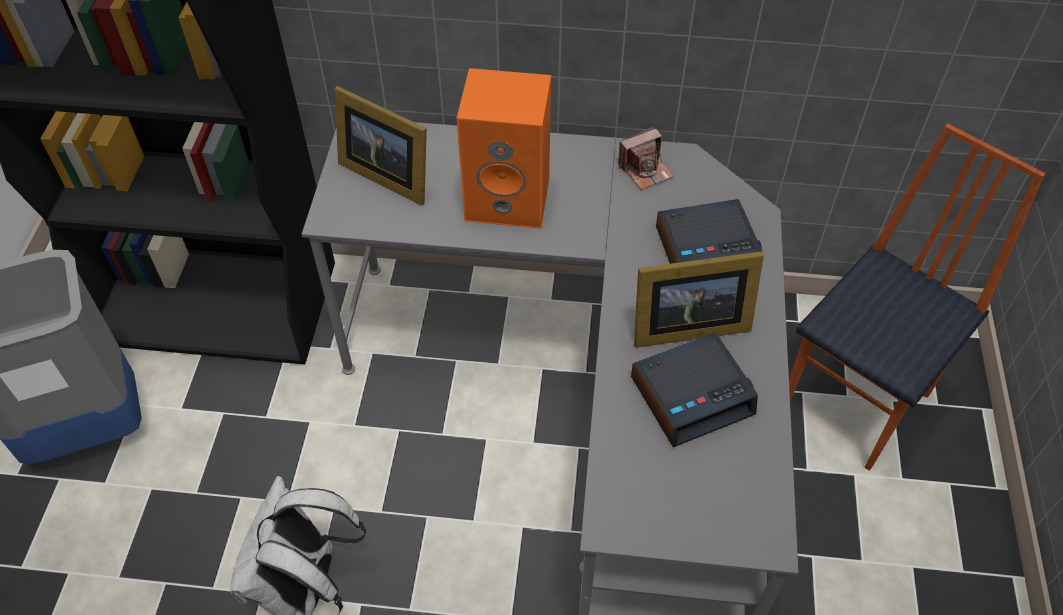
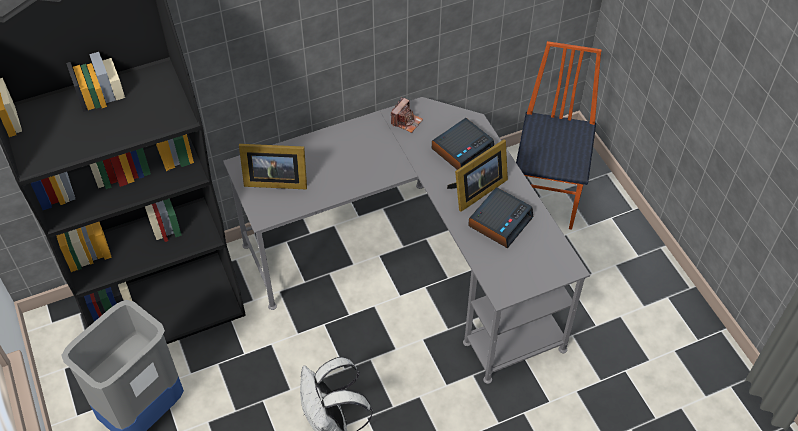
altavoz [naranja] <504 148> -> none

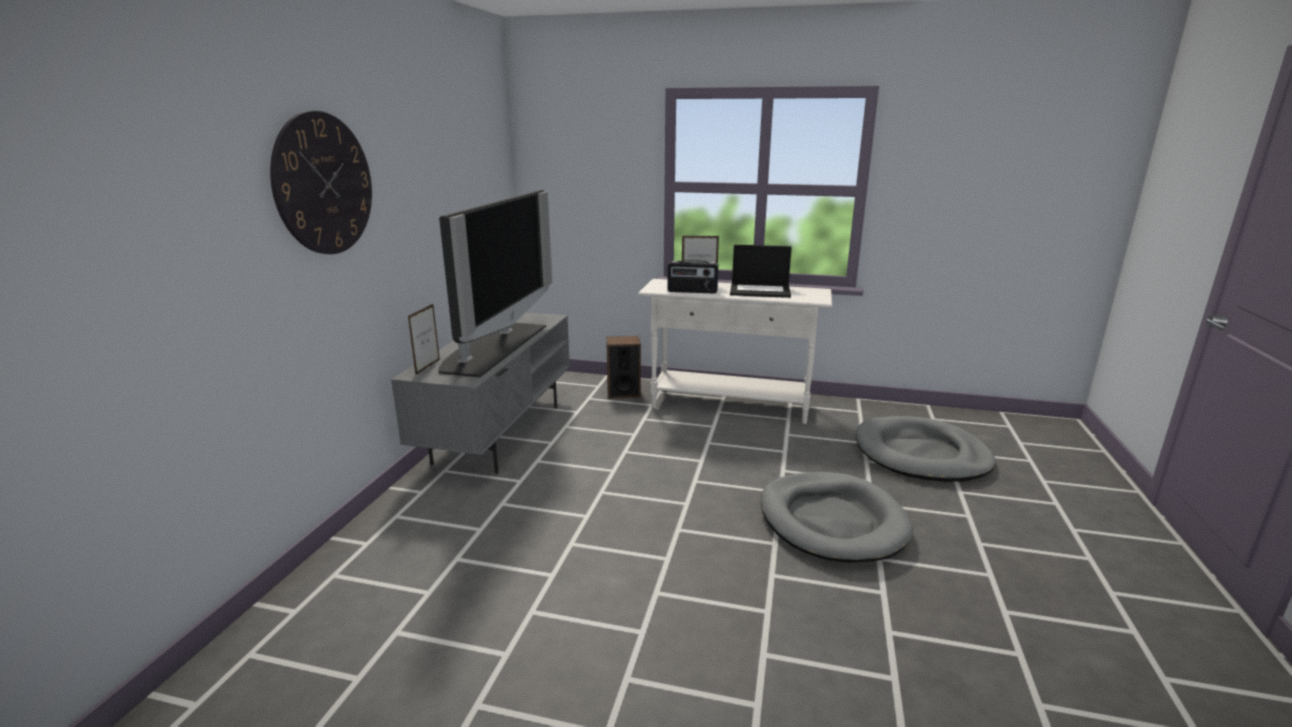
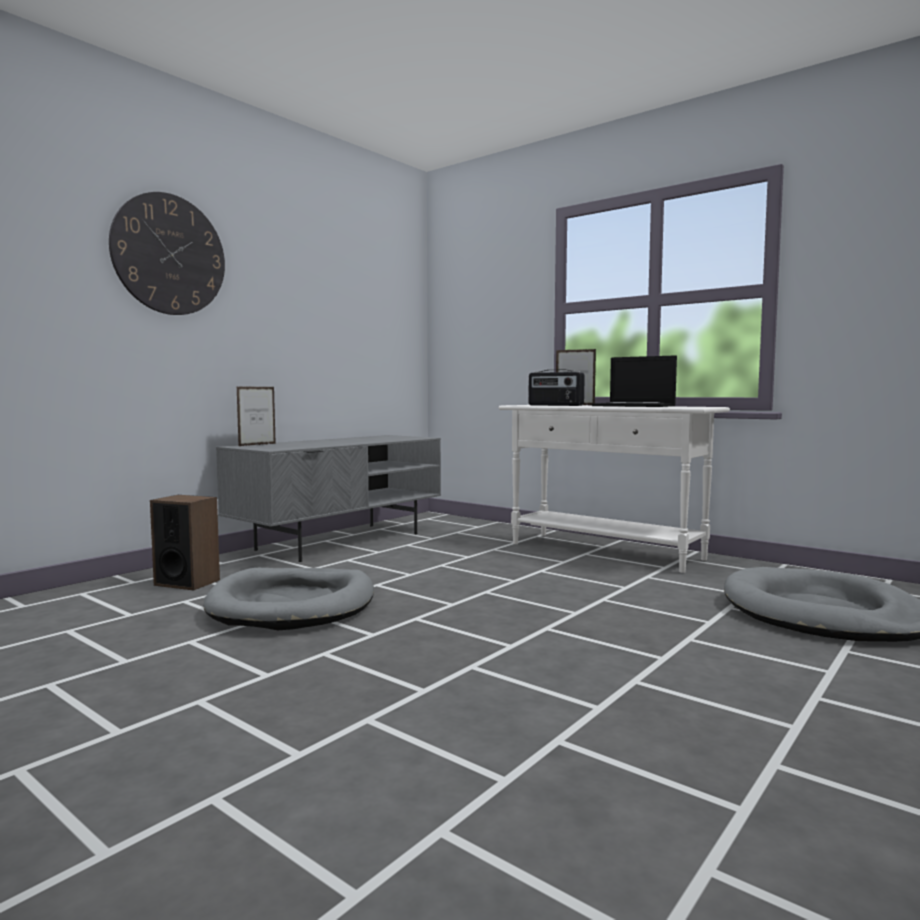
altavoz <623 367> -> altavoz <185 542>, relocated
cama para perro [gris] <837 517> -> cama para perro [gris] <289 599>, relocated
televisor <495 283> -> none

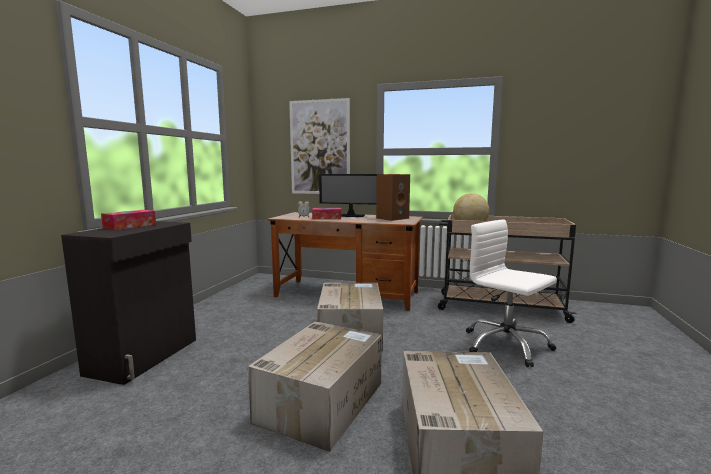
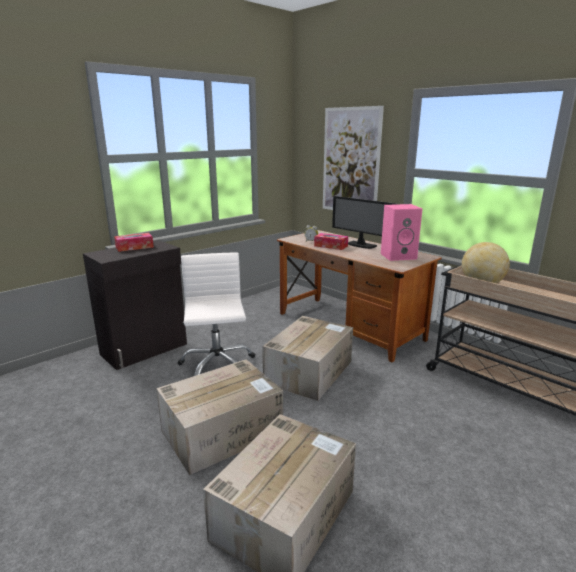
silla de oficina [blanco] <511 293> -> silla de oficina [blanco] <216 314>, relocated
altavoz [marrón] <393 197> -> altavoz [rosa] <402 232>

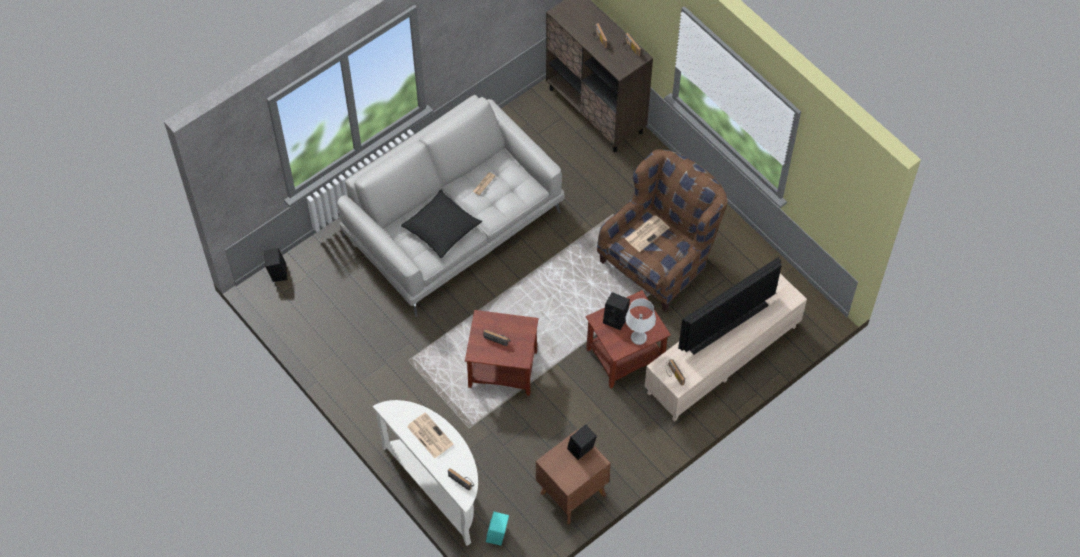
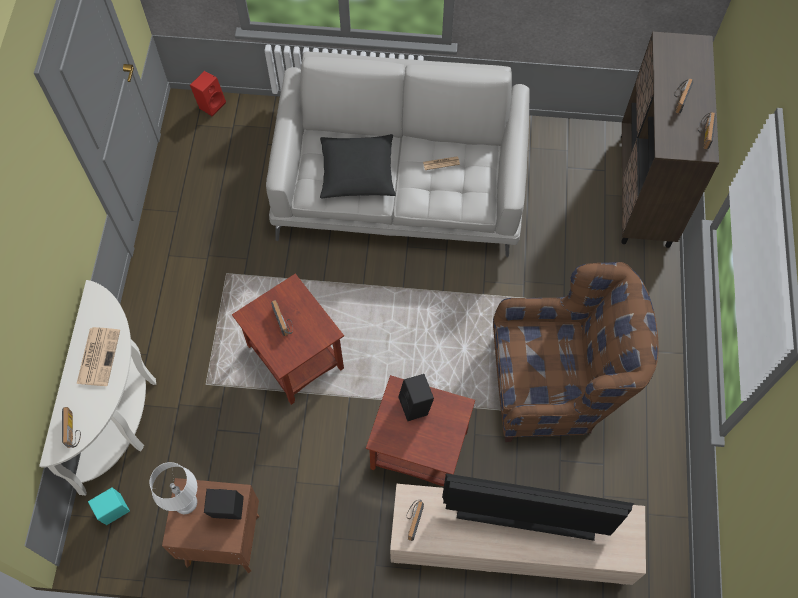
lámpara de mesa [blanco] <640 321> -> lámpara de mesa [blanco] <173 488>, relocated
altavoz [negro] <275 265> -> altavoz [rojo] <208 94>
periódico <647 233> -> none

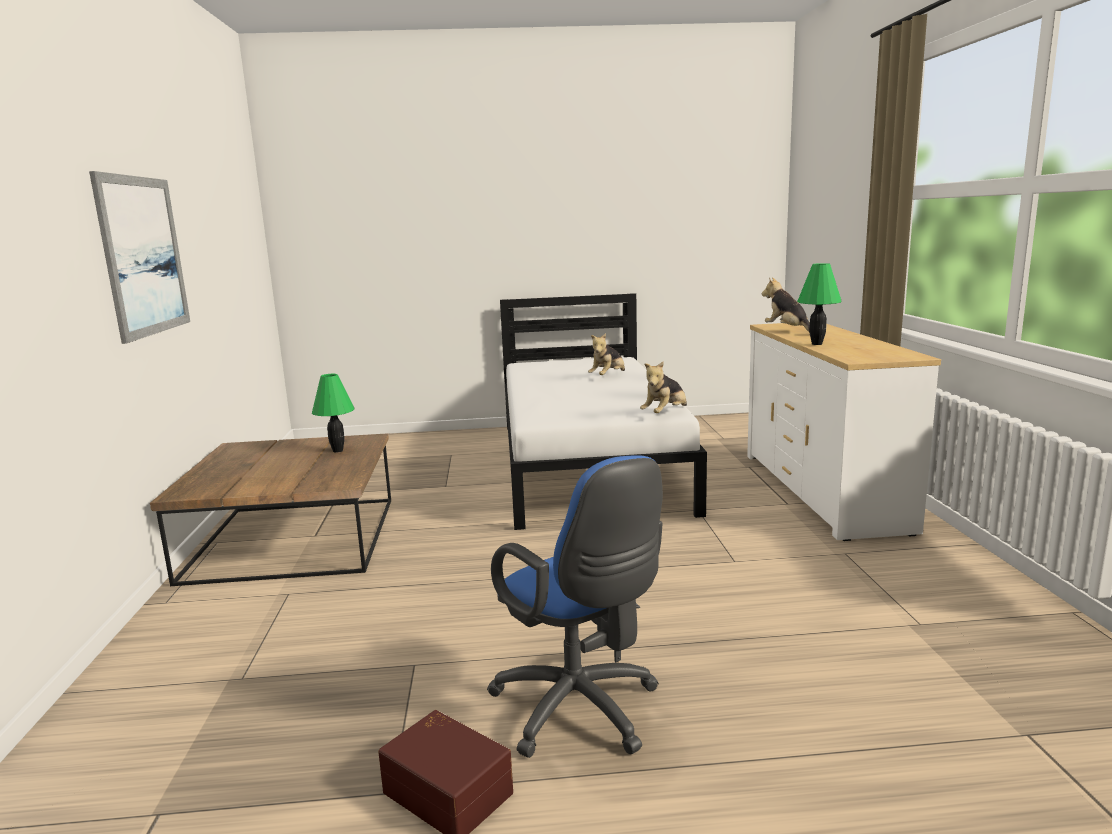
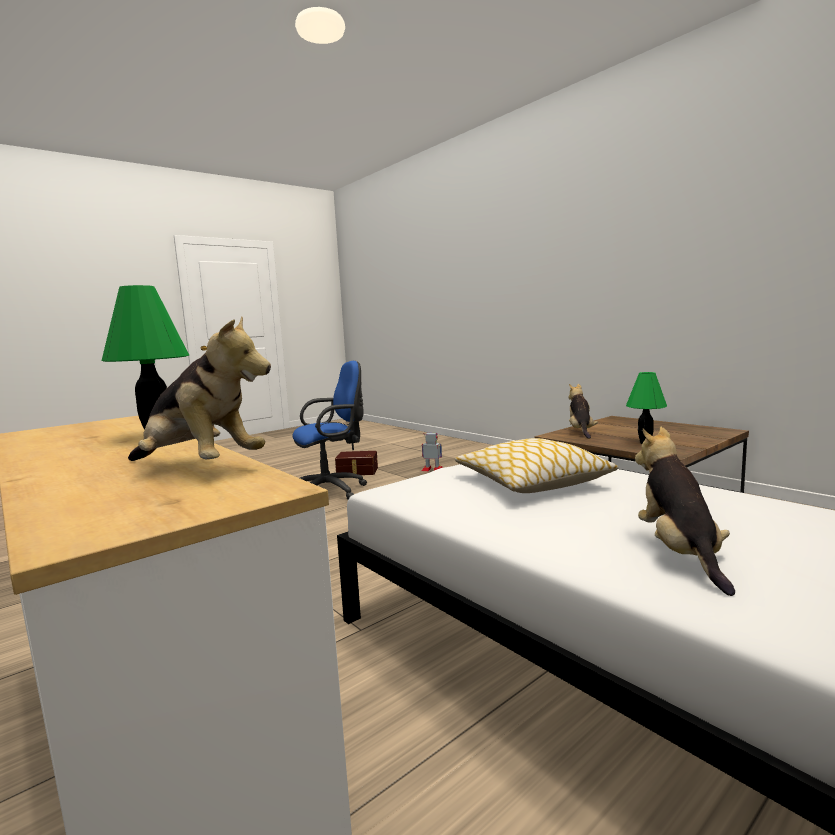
silla de oficina [azul] <575 606> -> silla de oficina [azul] <329 430>, 135 degrees clockwise
none -> robot de juguete <432 452>
none -> cojín <536 465>
peluche <663 387> -> peluche <583 411>, relocated
cuadro <139 257> -> none

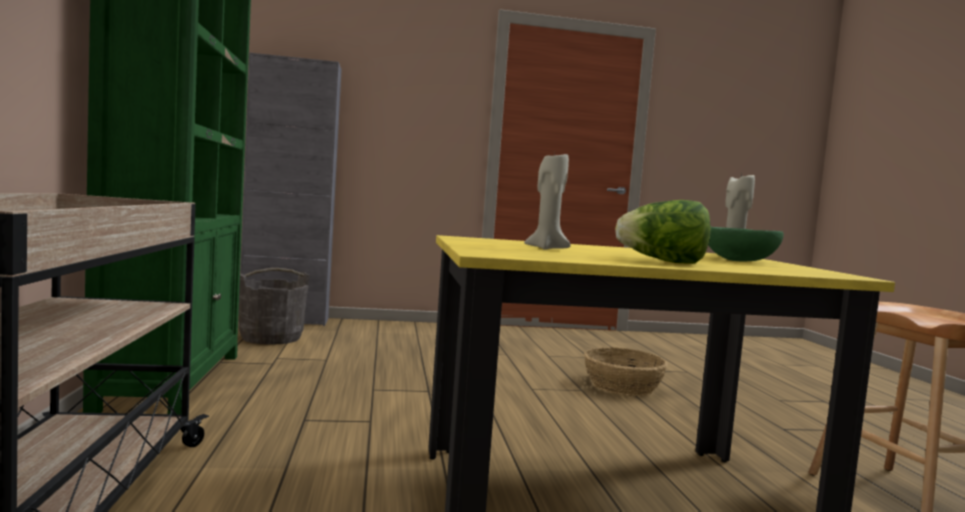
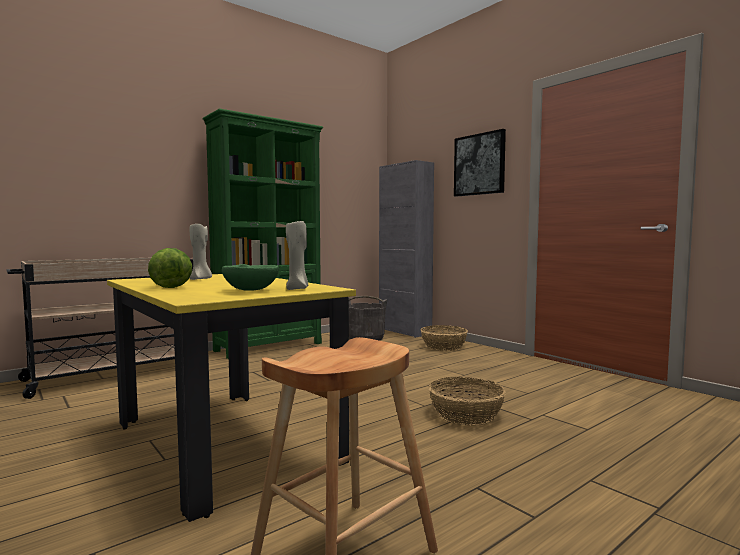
none -> cesta <444 338>
none -> cuadro <480 163>

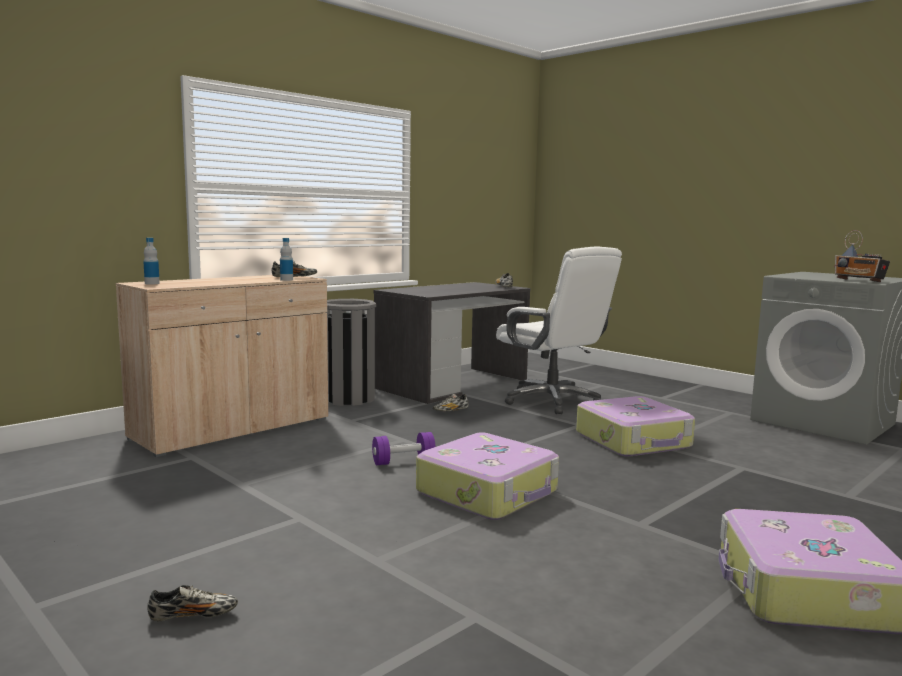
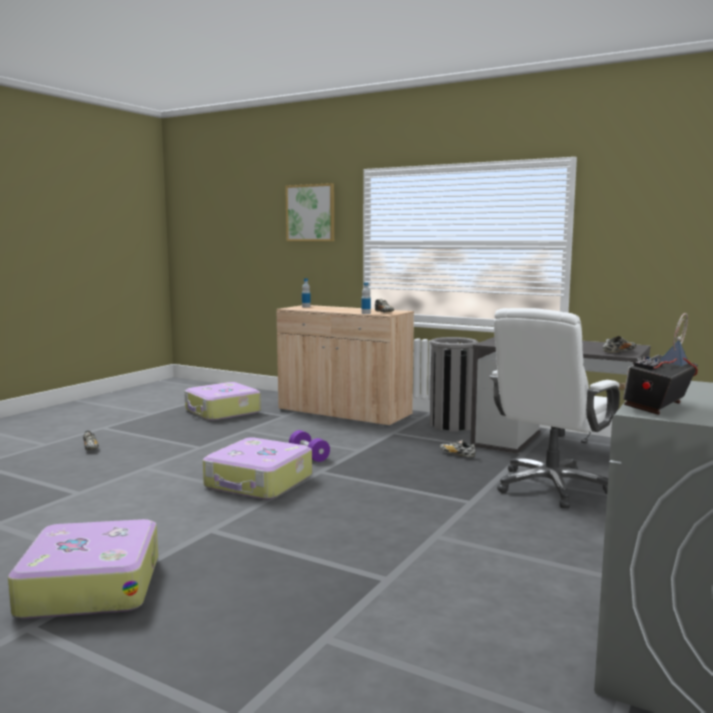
maleta <635 426> -> maleta <222 401>, relocated
none -> cuadro <309 212>

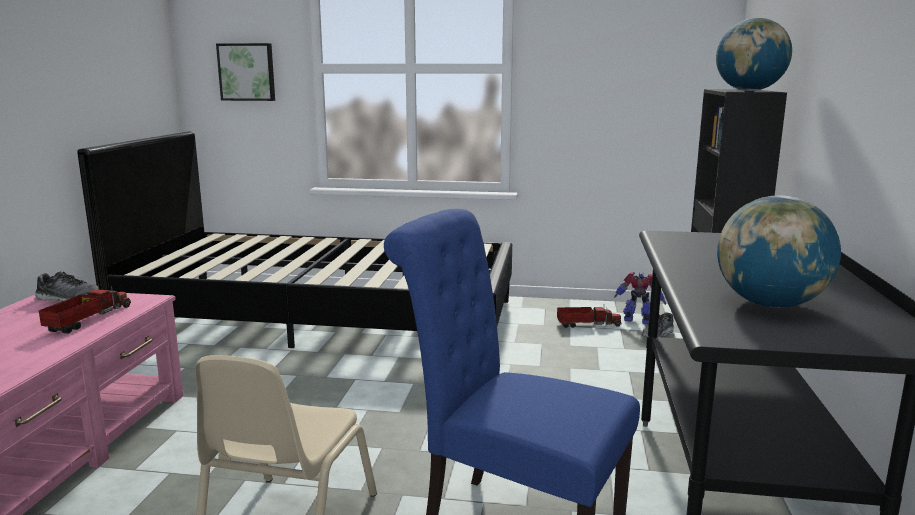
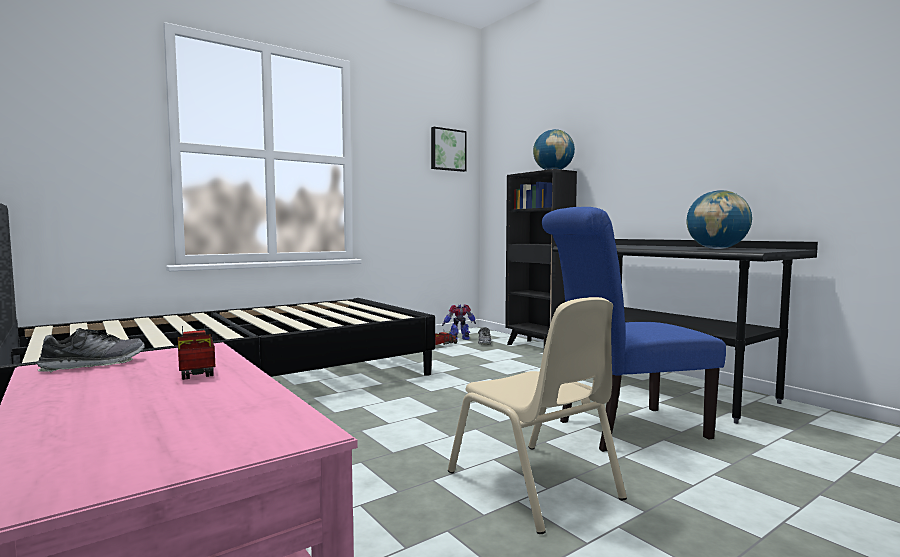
cuadro <245 72> -> cuadro <449 149>, relocated

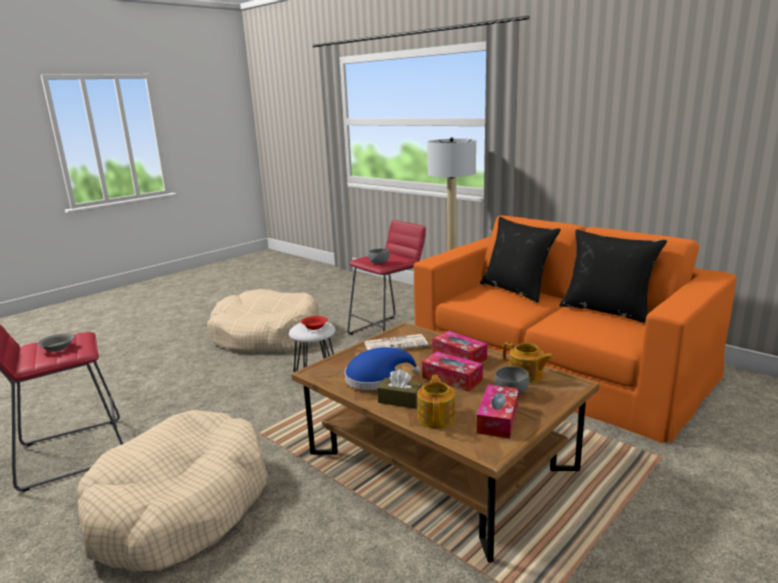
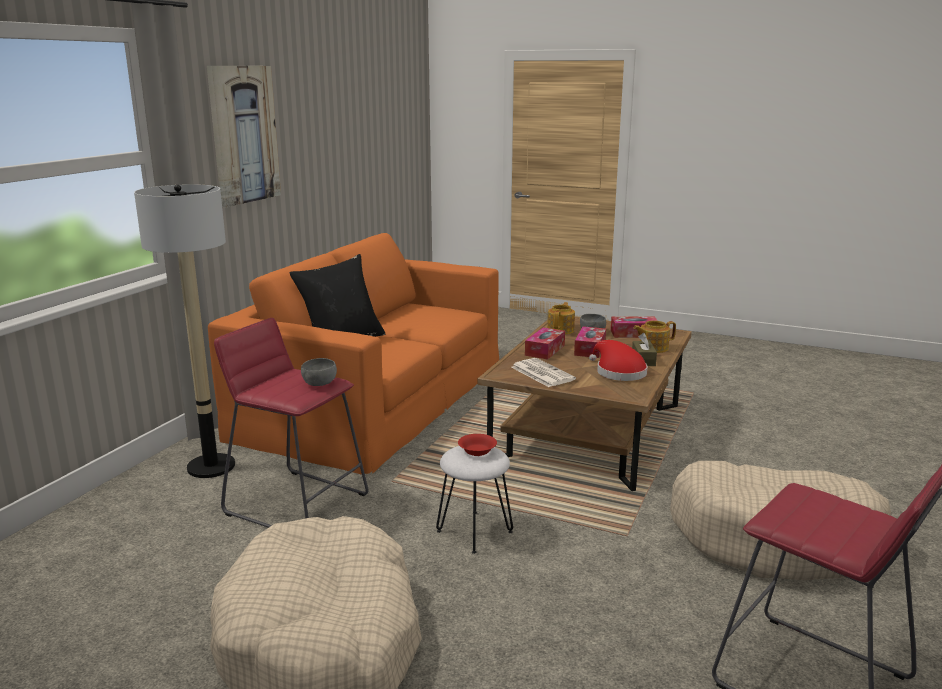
none -> cuadro <244 136>
sombrero [azul] <382 368> -> sombrero [rojo] <618 360>
cuenco [gris] <56 342> -> none
cojín [negro] <613 276> -> none

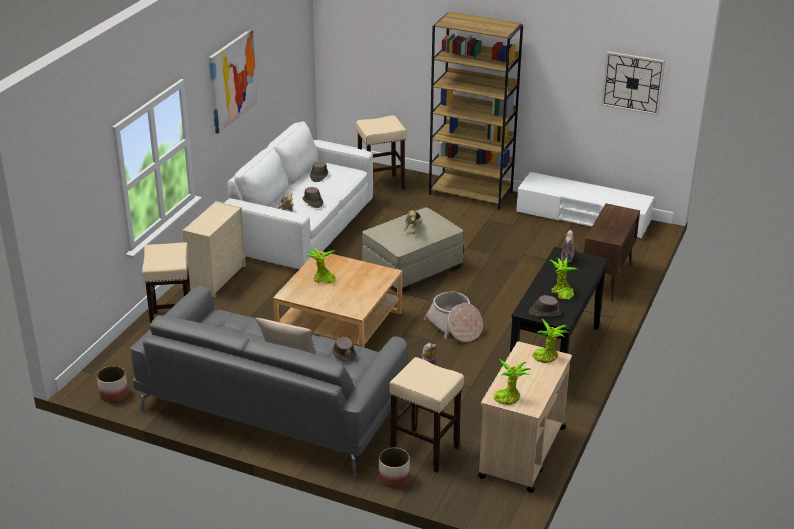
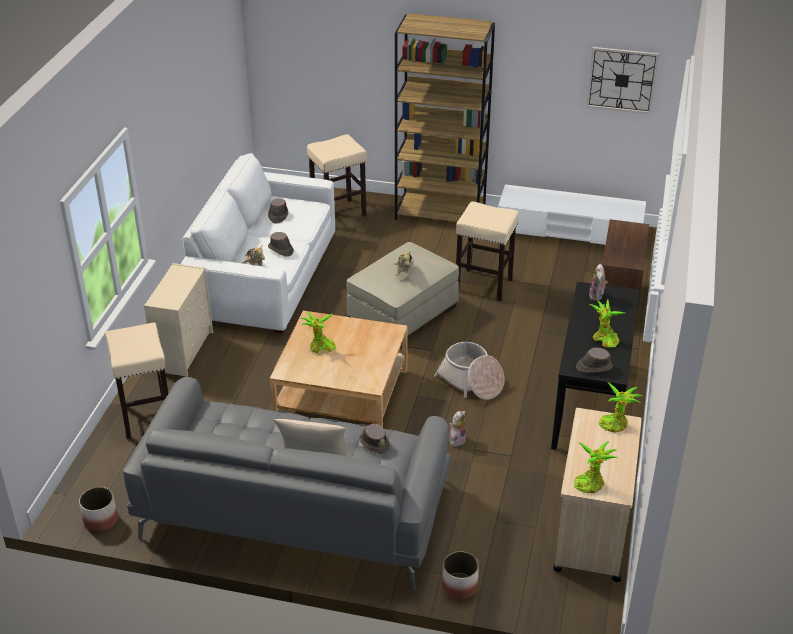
taburete [beis] <426 415> -> taburete [beis] <487 251>, relocated
cuadro <233 81> -> none

